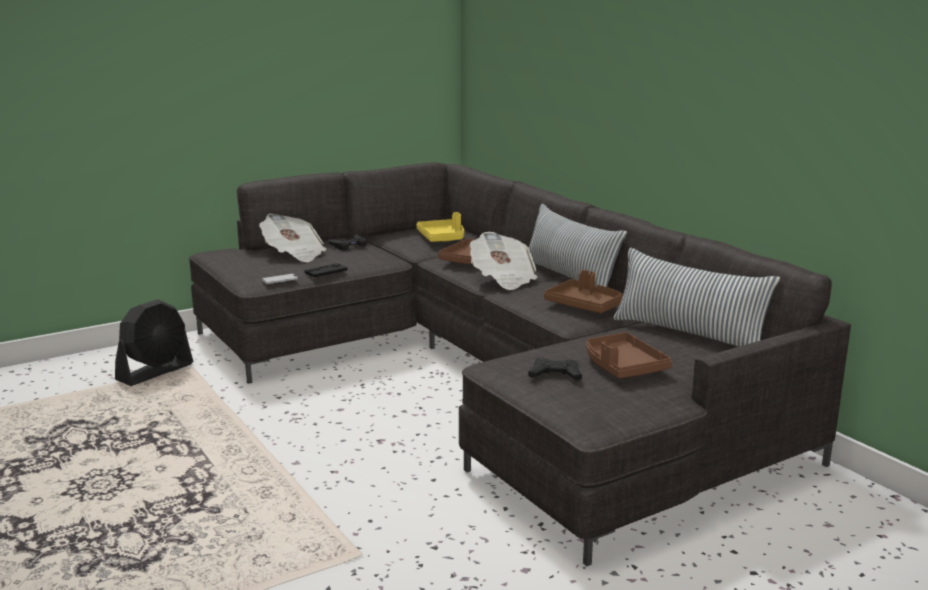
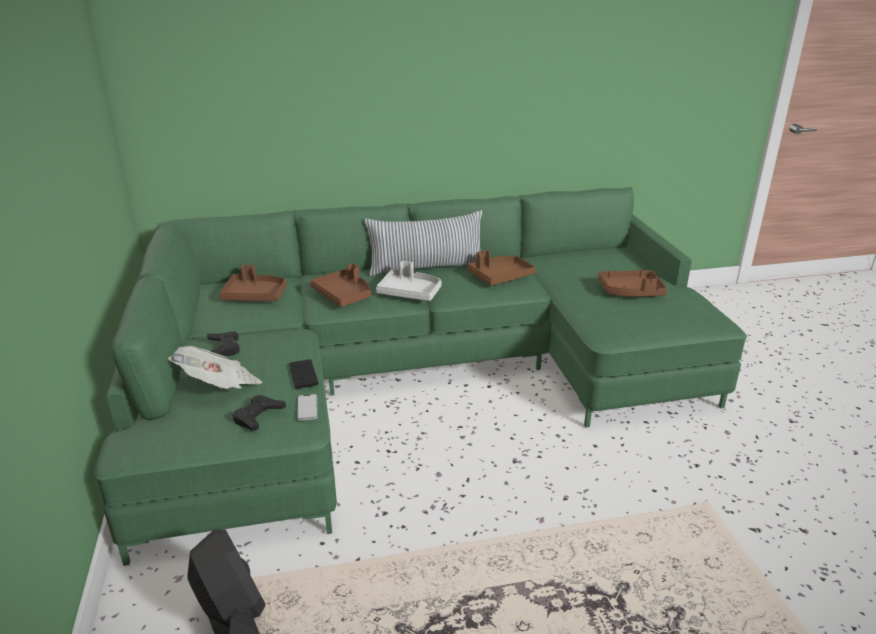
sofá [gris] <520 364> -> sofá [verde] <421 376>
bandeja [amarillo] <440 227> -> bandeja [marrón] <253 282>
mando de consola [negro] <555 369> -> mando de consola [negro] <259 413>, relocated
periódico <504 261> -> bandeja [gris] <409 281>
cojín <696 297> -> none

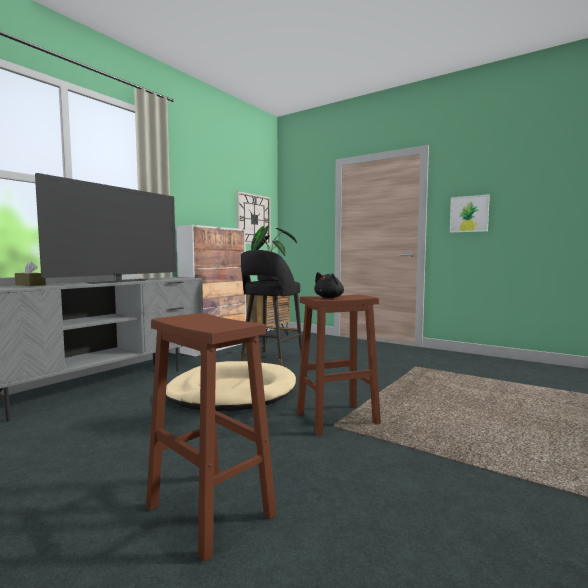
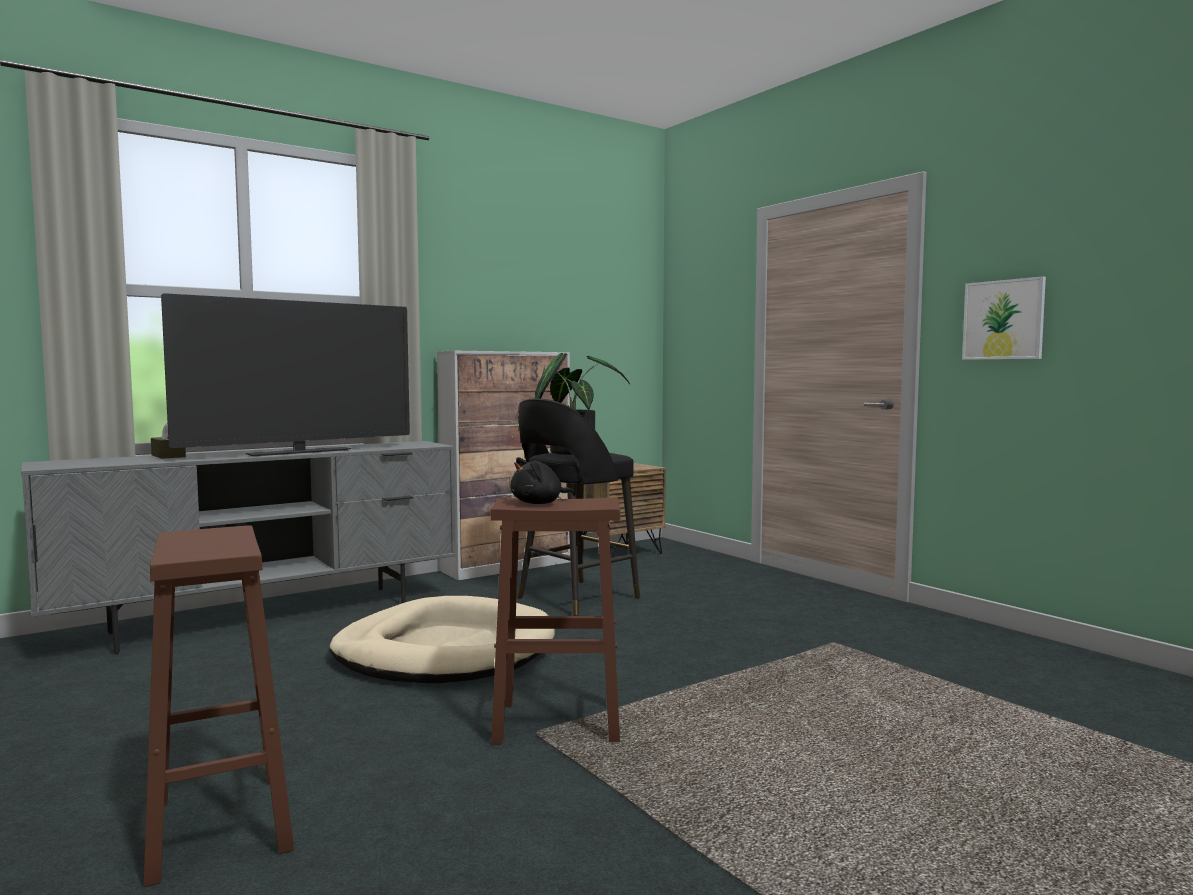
reloj de pared <254 218> -> none

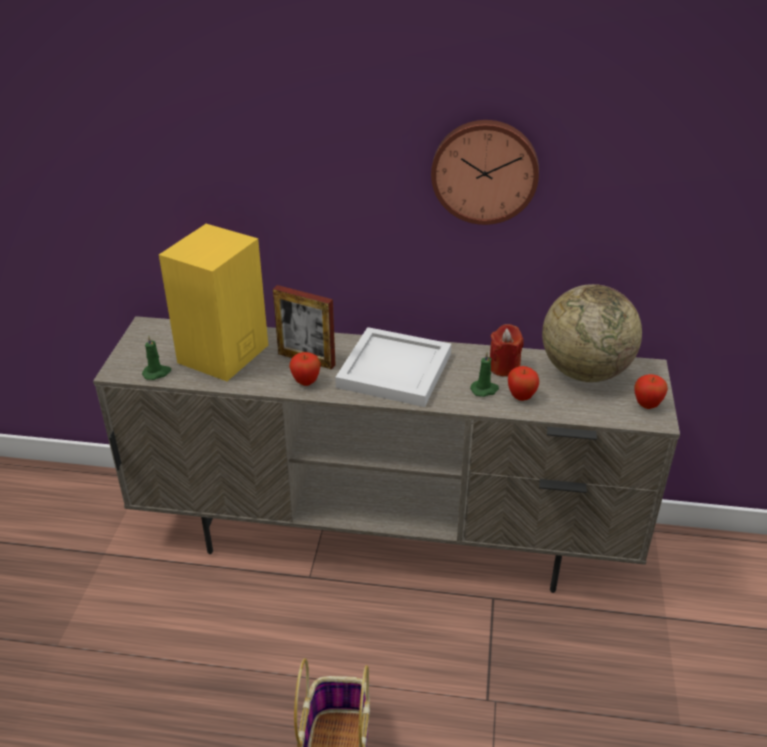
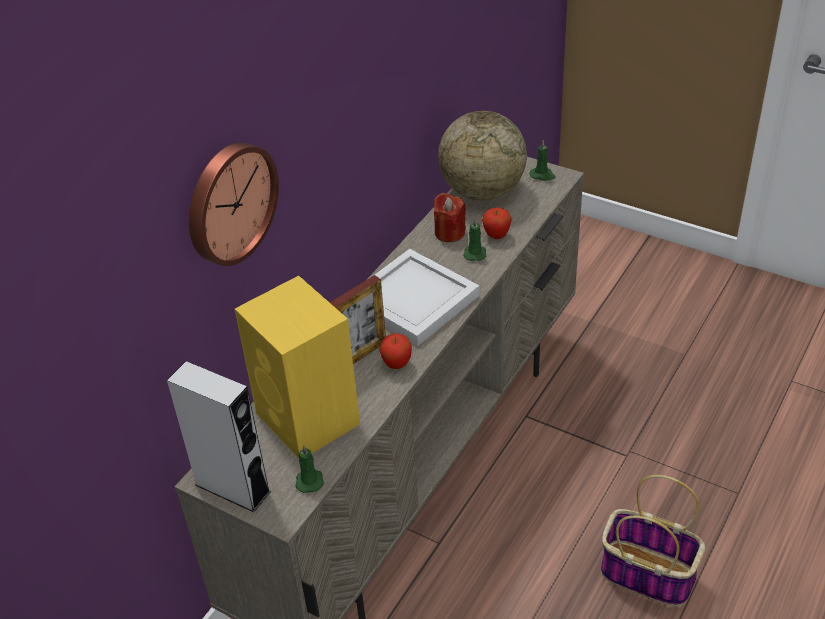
none -> altavoz [gris] <219 436>
reloj de pared <485 172> -> reloj de pared <234 204>, relocated
manzana <651 391> -> vela [verde] <542 160>

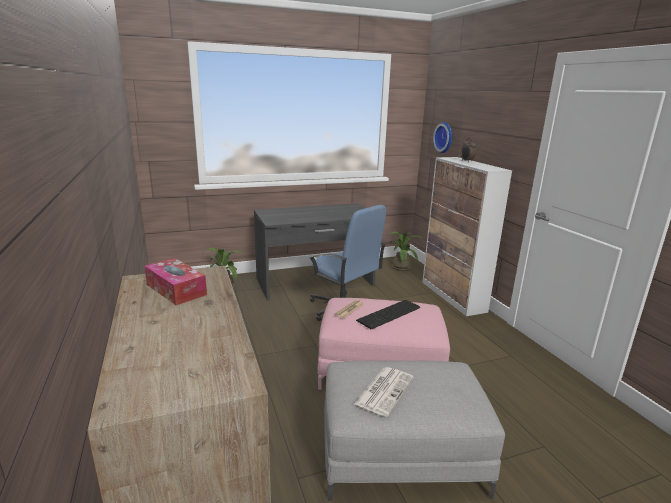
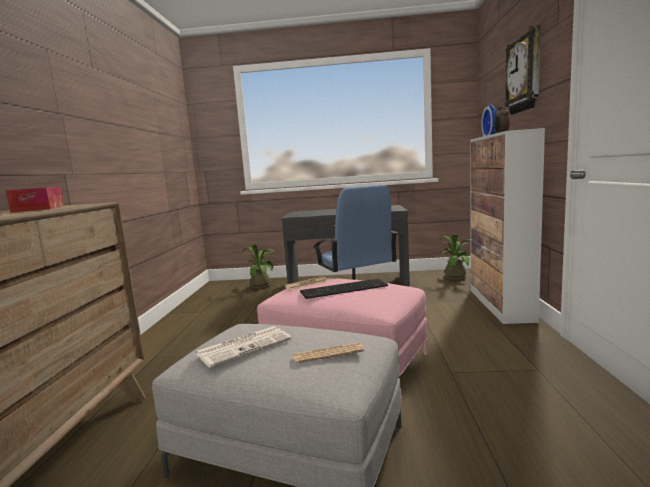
none -> periódico <328 352>
none -> reloj de pared <523 70>

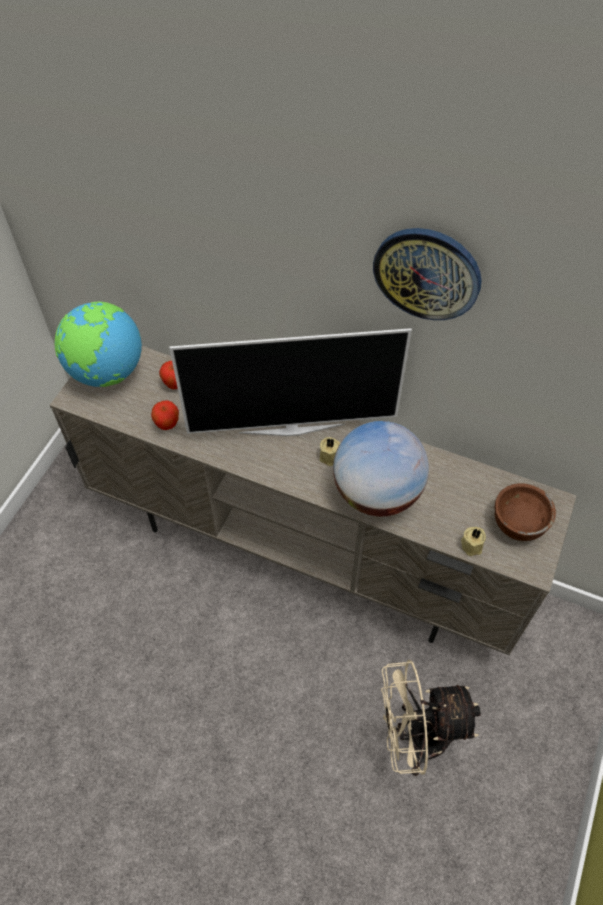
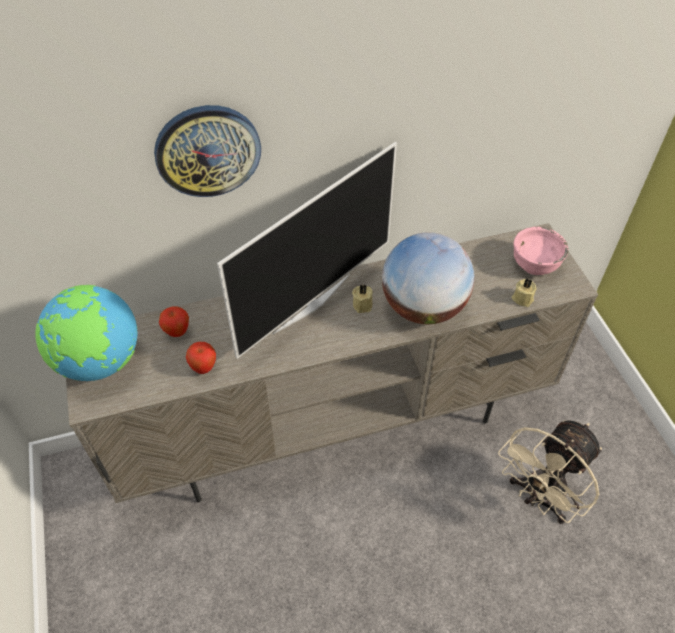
reloj de pared <427 274> -> reloj de pared <207 151>, relocated
cuenco [marrón] <525 512> -> cuenco [rosa] <540 251>

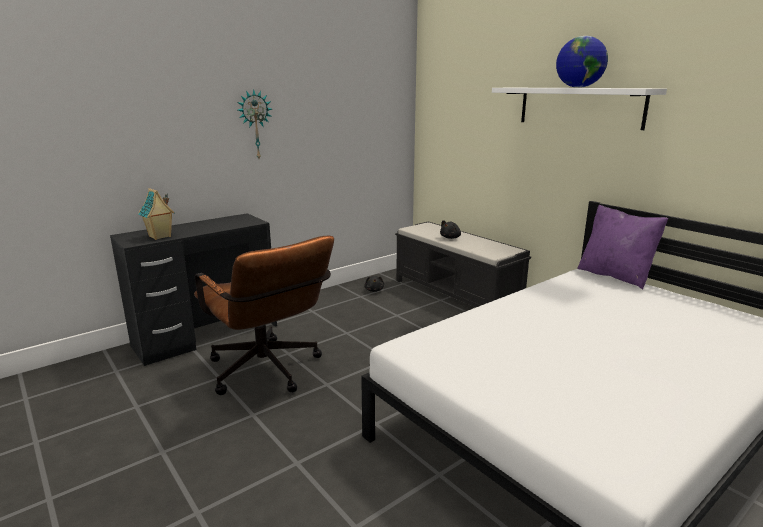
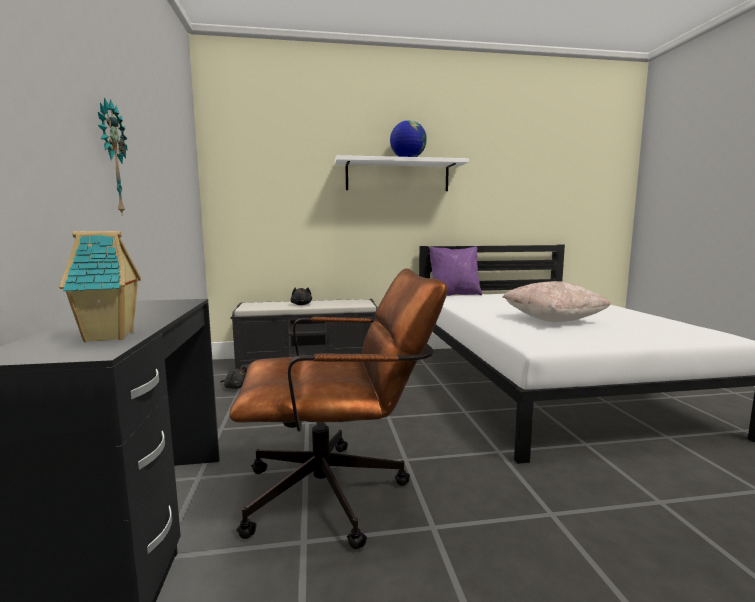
none -> cojín [beis] <556 301>

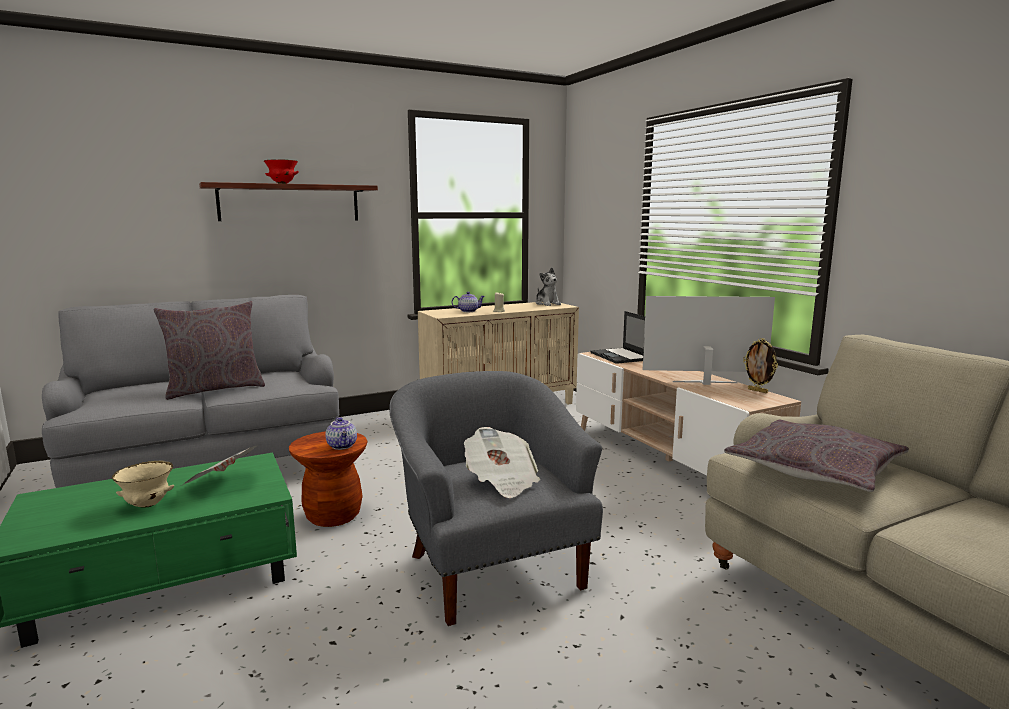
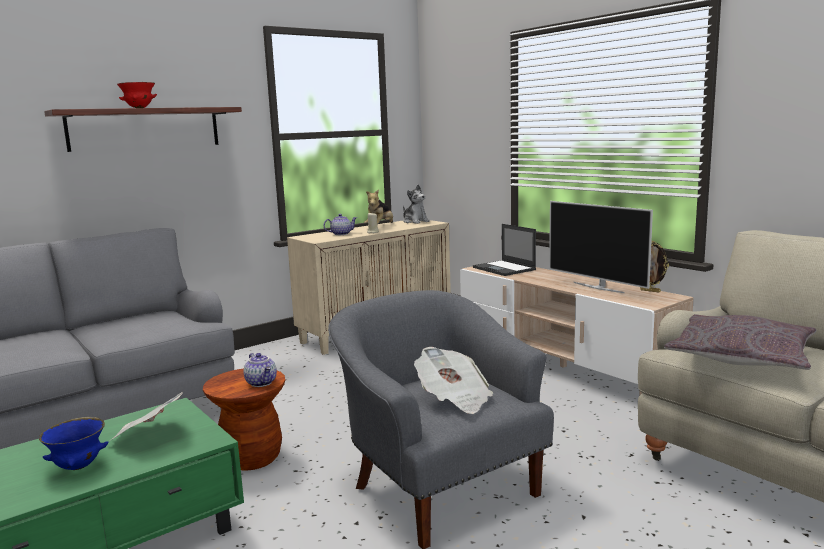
cuenco [beis] <143 484> -> cuenco [azul] <73 443>
none -> peluche <378 206>
televisor <709 340> -> televisor <601 247>, 120 degrees counterclockwise
cojín [gris] <209 350> -> none

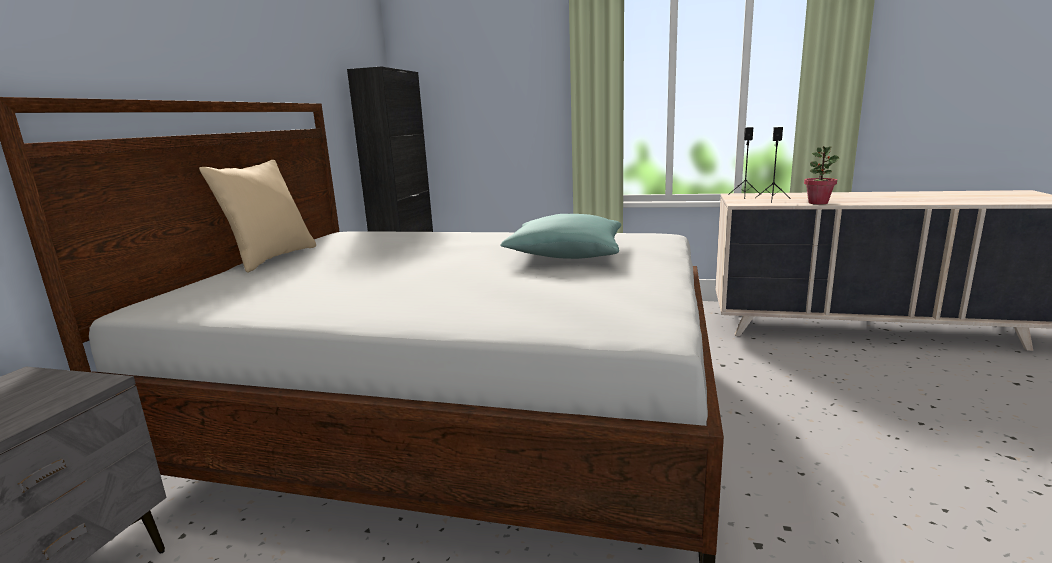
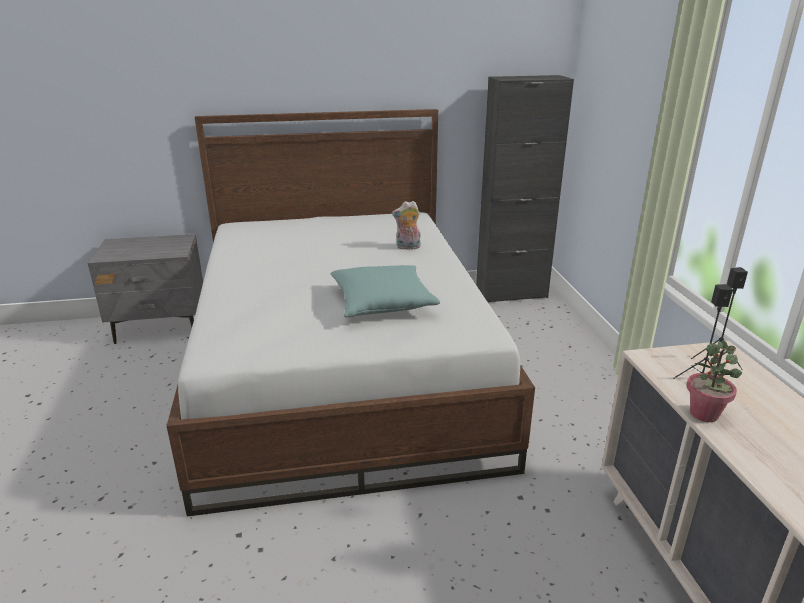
none -> peluche <406 225>
cojín [beis] <257 216> -> none

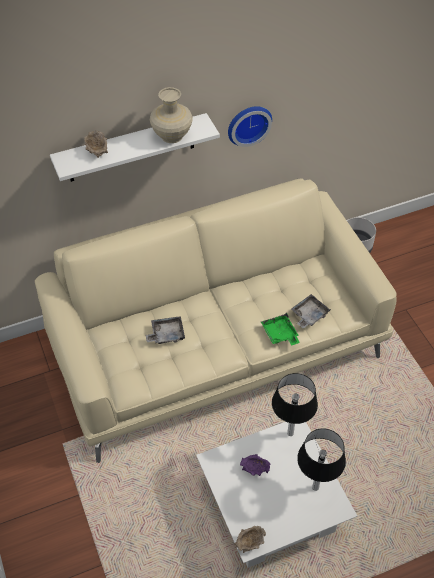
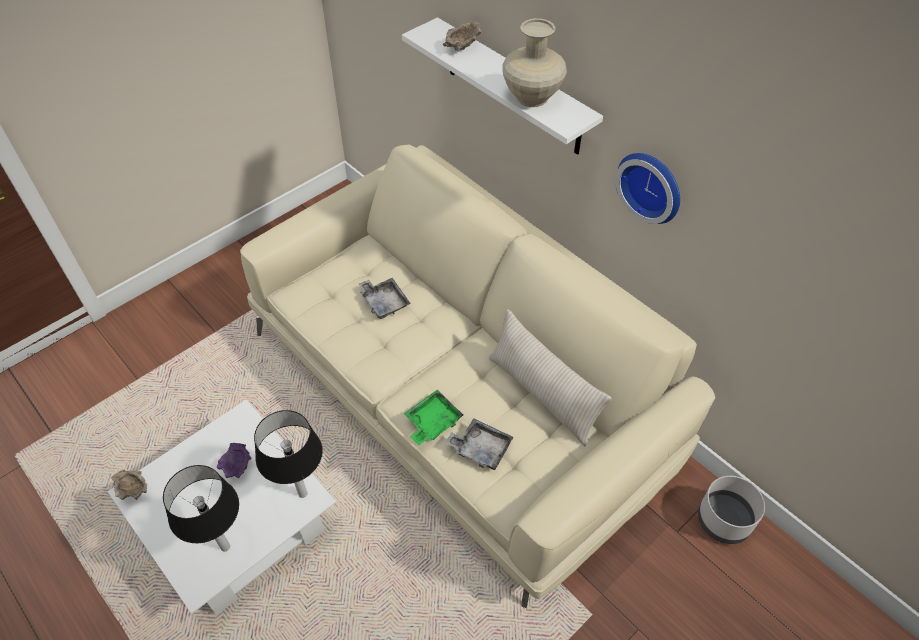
none -> cojín [beis] <550 377>

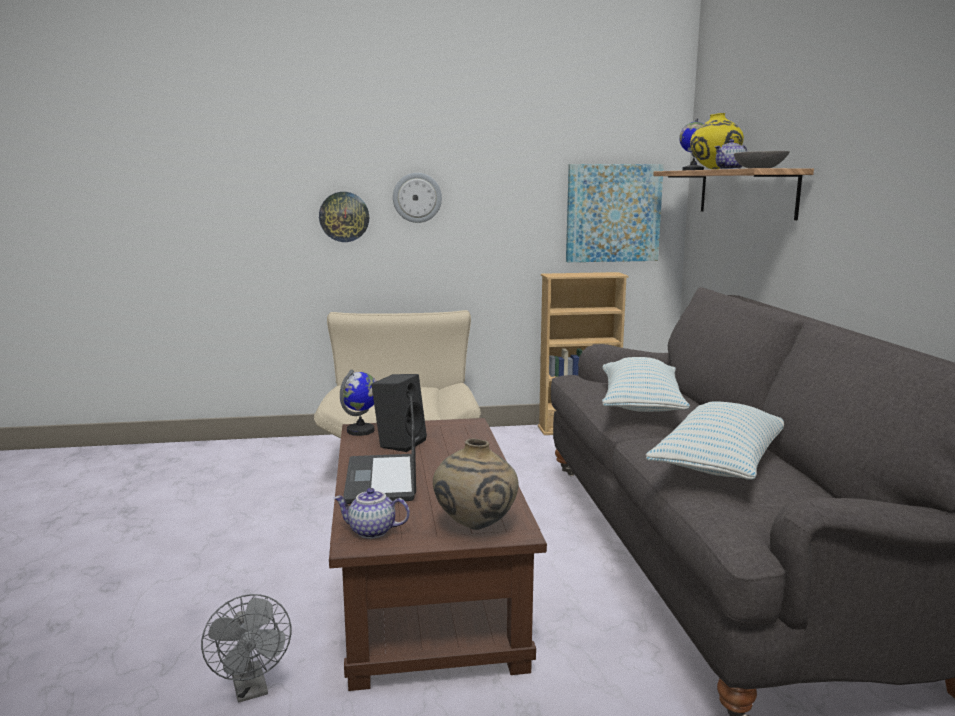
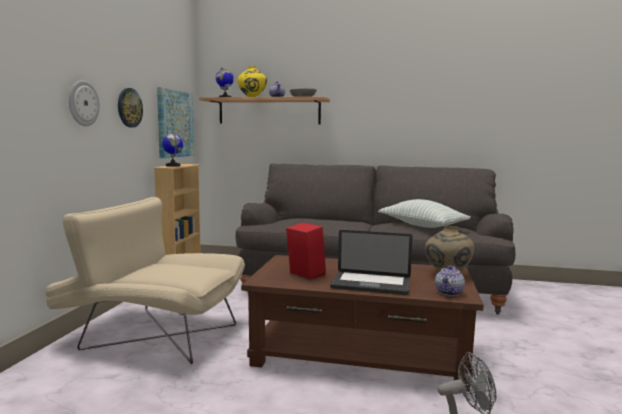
reloj de pared <344 217> -> reloj de pared <130 108>, relocated
globo terráqueo <358 402> -> globo terráqueo <172 149>, relocated
altavoz [negro] <399 413> -> altavoz [rojo] <306 250>
cojín <646 384> -> none

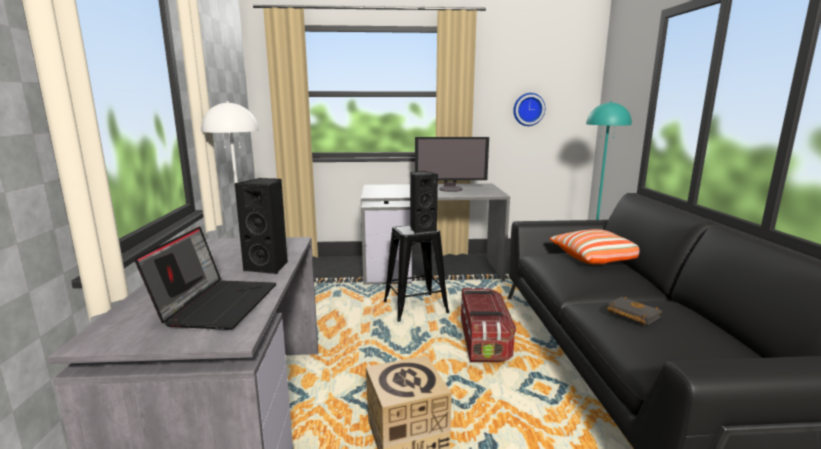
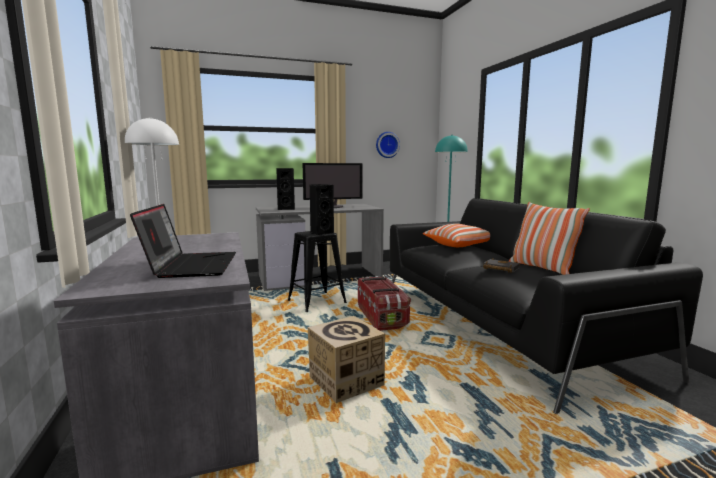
altavoz [negro] <261 226> -> altavoz [negro] <285 189>, relocated
none -> cojín <549 238>

